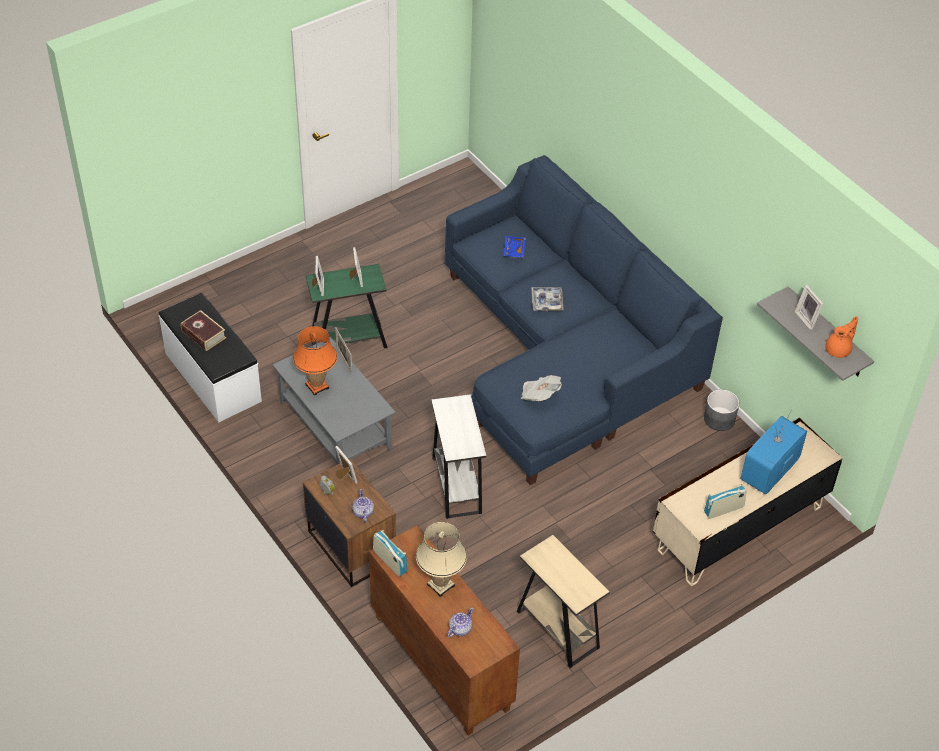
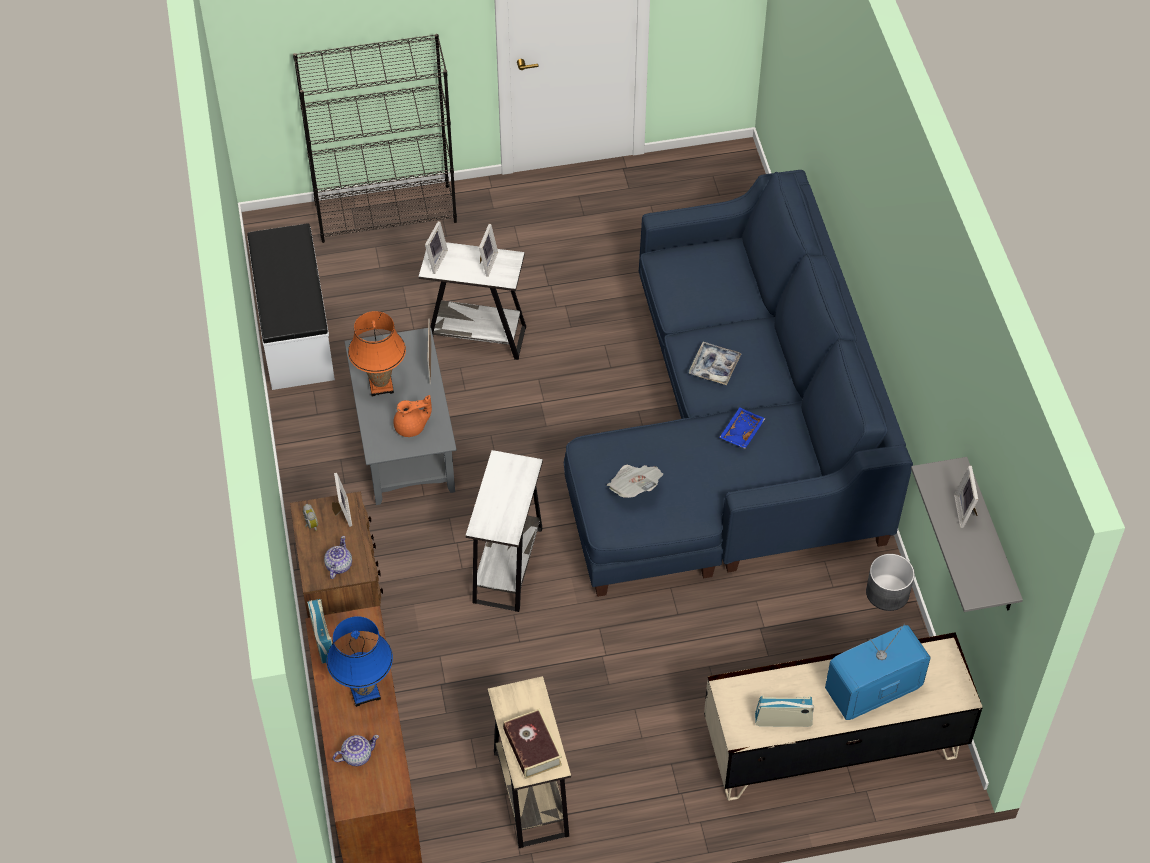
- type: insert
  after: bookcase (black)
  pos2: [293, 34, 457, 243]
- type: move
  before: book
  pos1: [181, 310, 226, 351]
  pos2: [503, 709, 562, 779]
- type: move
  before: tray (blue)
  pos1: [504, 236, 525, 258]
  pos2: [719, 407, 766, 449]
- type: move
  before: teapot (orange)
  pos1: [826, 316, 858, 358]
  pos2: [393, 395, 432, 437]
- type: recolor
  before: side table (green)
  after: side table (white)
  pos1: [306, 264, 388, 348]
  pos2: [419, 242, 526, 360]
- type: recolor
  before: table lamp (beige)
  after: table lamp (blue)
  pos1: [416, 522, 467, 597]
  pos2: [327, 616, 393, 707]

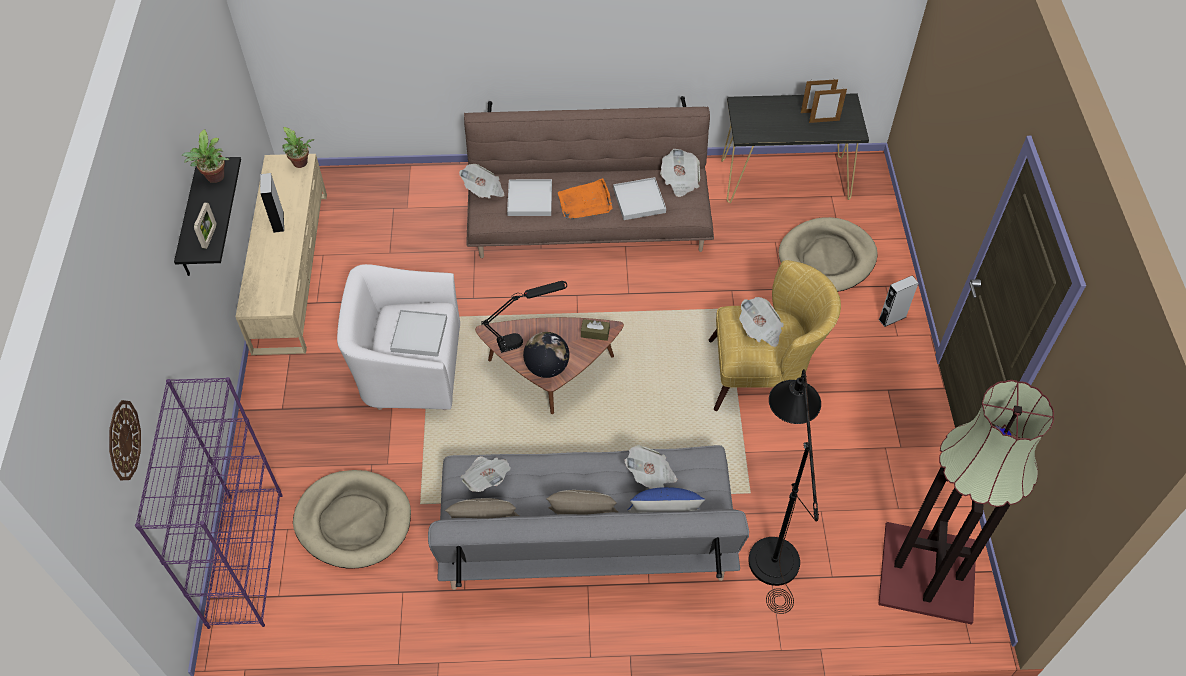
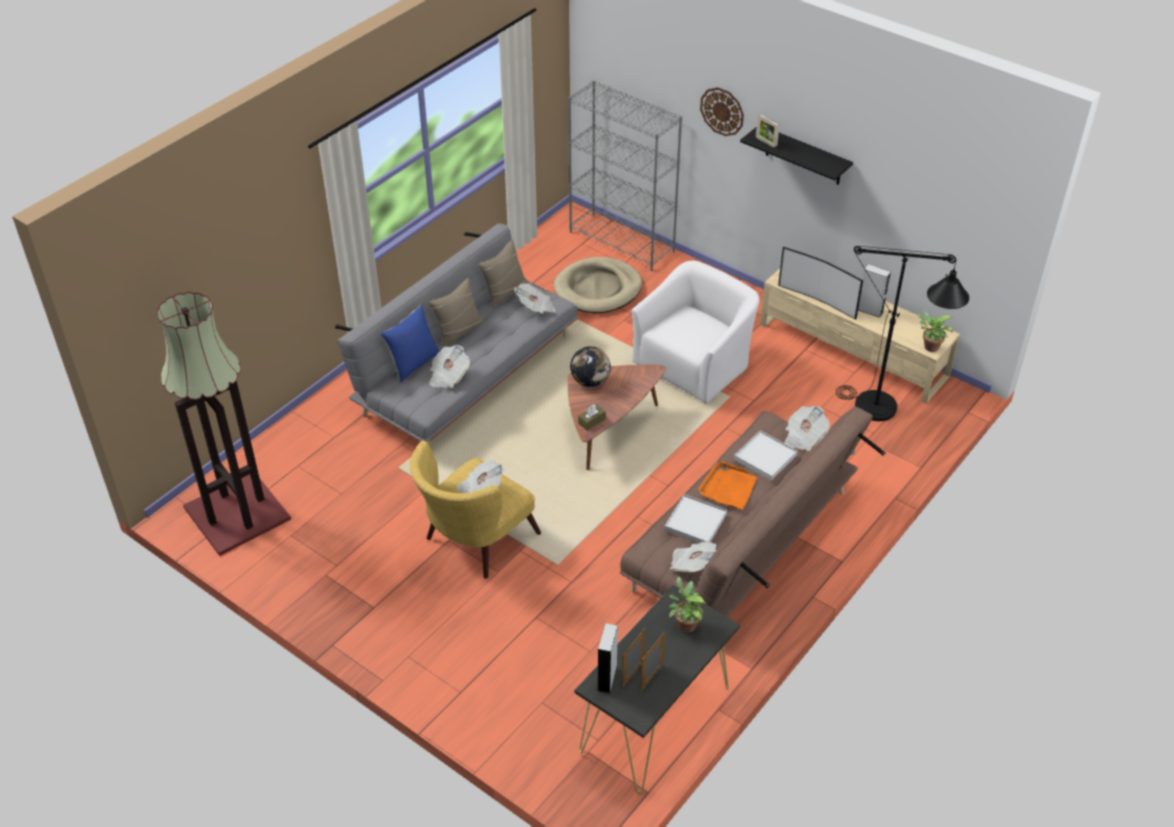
- type: delete
  before: tray (white)
  pos1: [390, 310, 447, 357]
- type: delete
  before: table lamp (black)
  pos1: [481, 281, 567, 353]
- type: delete
  before: dog bed (beige)
  pos1: [779, 217, 878, 292]
- type: insert
  after: television
  pos2: [778, 247, 863, 320]
- type: move
  before: wall clock
  pos1: [109, 400, 141, 480]
  pos2: [700, 87, 744, 136]
- type: move
  before: potted plant
  pos1: [181, 129, 229, 183]
  pos2: [669, 577, 706, 632]
- type: move
  before: floor lamp (black)
  pos1: [748, 369, 821, 614]
  pos2: [836, 246, 969, 421]
- type: move
  before: speaker (grey)
  pos1: [878, 276, 919, 327]
  pos2: [597, 623, 618, 694]
- type: recolor
  before: bookcase (purple)
  after: bookcase (grey)
  pos1: [135, 377, 283, 629]
  pos2: [568, 81, 682, 271]

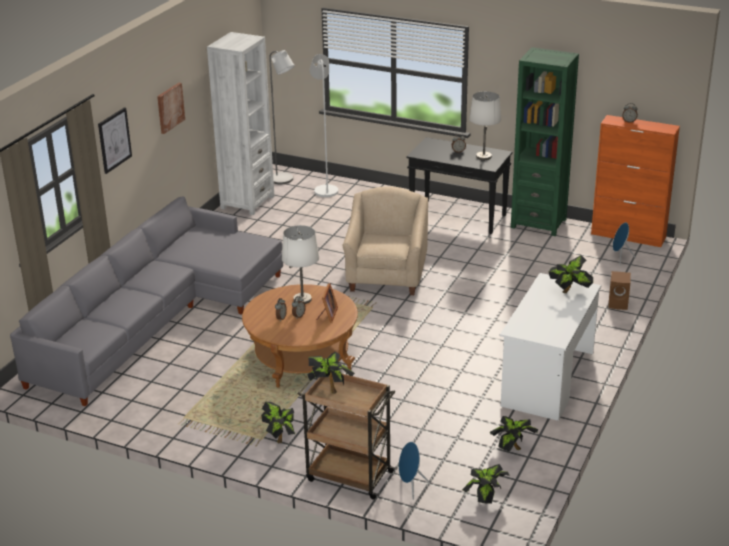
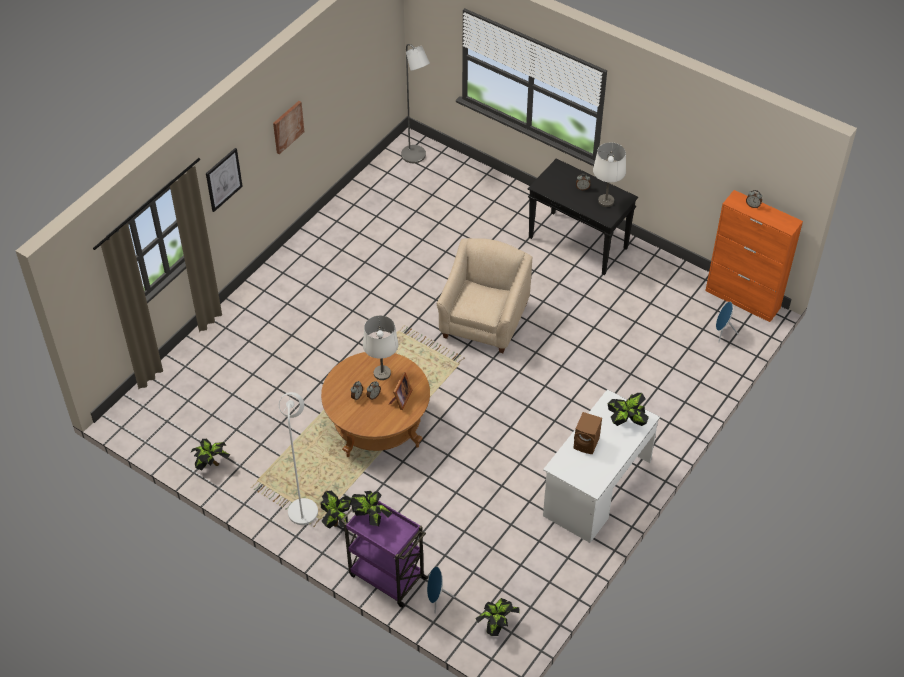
- type: delete
  before: sofa (grey)
  pos1: [10, 197, 283, 406]
- type: delete
  before: bookcase (white)
  pos1: [207, 32, 275, 215]
- type: delete
  before: bookcase (green)
  pos1: [511, 47, 579, 236]
- type: move
  before: floor lamp (white)
  pos1: [310, 54, 338, 197]
  pos2: [279, 392, 318, 525]
- type: move
  before: potted plant
  pos1: [490, 416, 538, 452]
  pos2: [191, 439, 230, 471]
- type: move
  before: speaker (brown)
  pos1: [608, 271, 631, 310]
  pos2: [573, 412, 602, 454]
- type: recolor
  before: cart (brown)
  after: cart (purple)
  pos1: [297, 374, 397, 500]
  pos2: [341, 501, 429, 608]

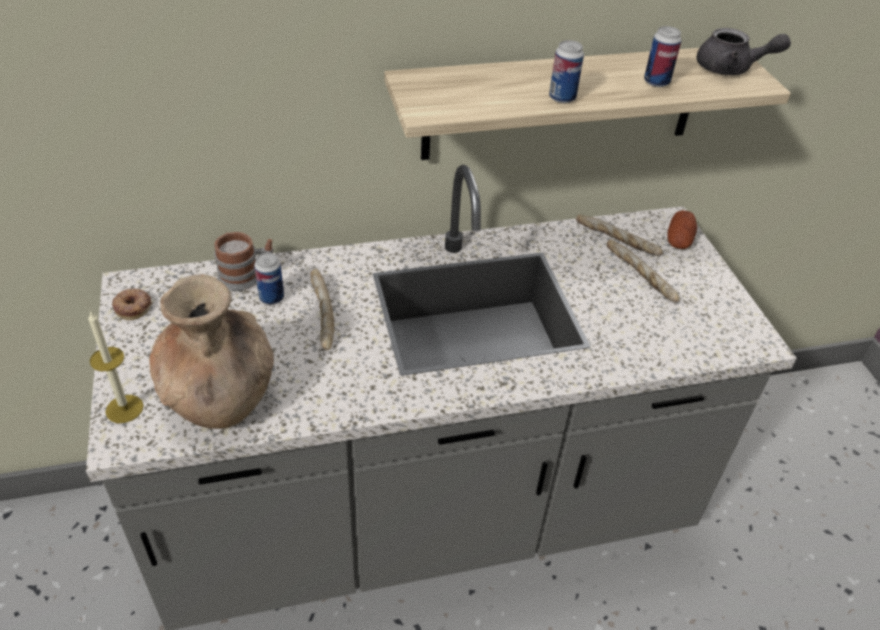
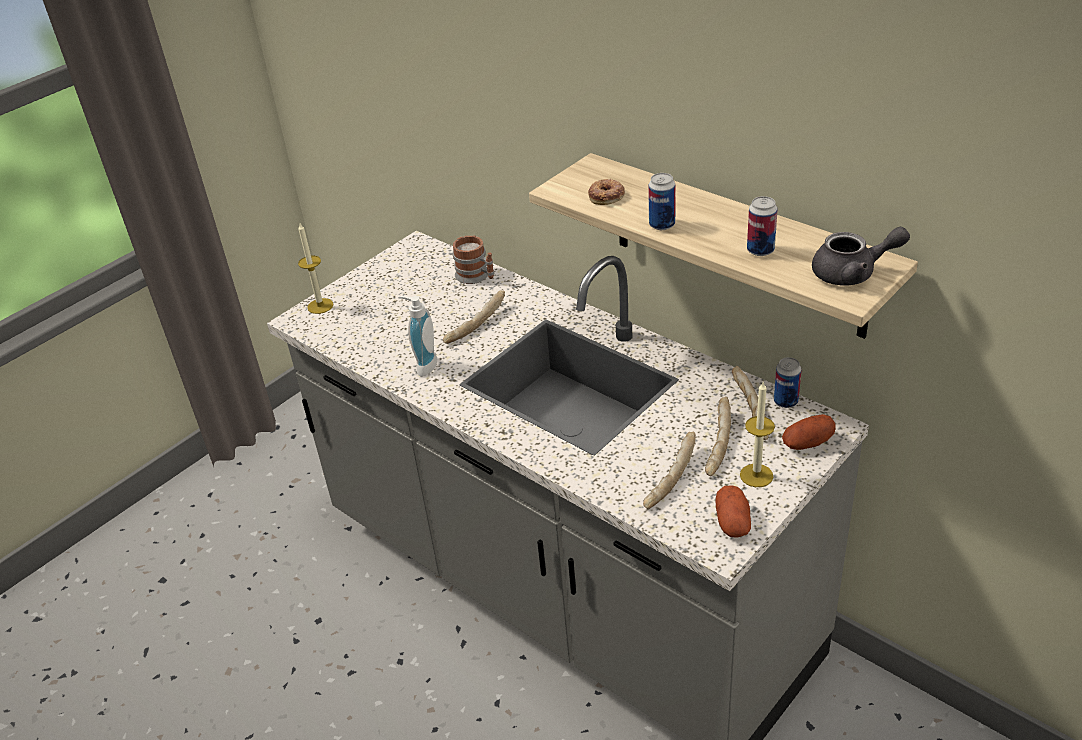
- type: delete
  before: vase (brown)
  pos1: [149, 274, 274, 429]
- type: insert
  after: soap dispenser
  pos2: [398, 296, 437, 377]
- type: insert
  after: bread
  pos2: [643, 432, 696, 509]
- type: insert
  after: potato
  pos2: [716, 485, 751, 538]
- type: insert
  after: candle
  pos2: [740, 382, 775, 487]
- type: move
  before: donut
  pos1: [112, 288, 152, 320]
  pos2: [588, 179, 625, 205]
- type: move
  before: can
  pos1: [254, 253, 284, 305]
  pos2: [774, 357, 801, 408]
- type: rotate
  before: teapot (grey)
  pos1: [696, 28, 791, 75]
  pos2: [812, 227, 910, 286]
  turn: -75

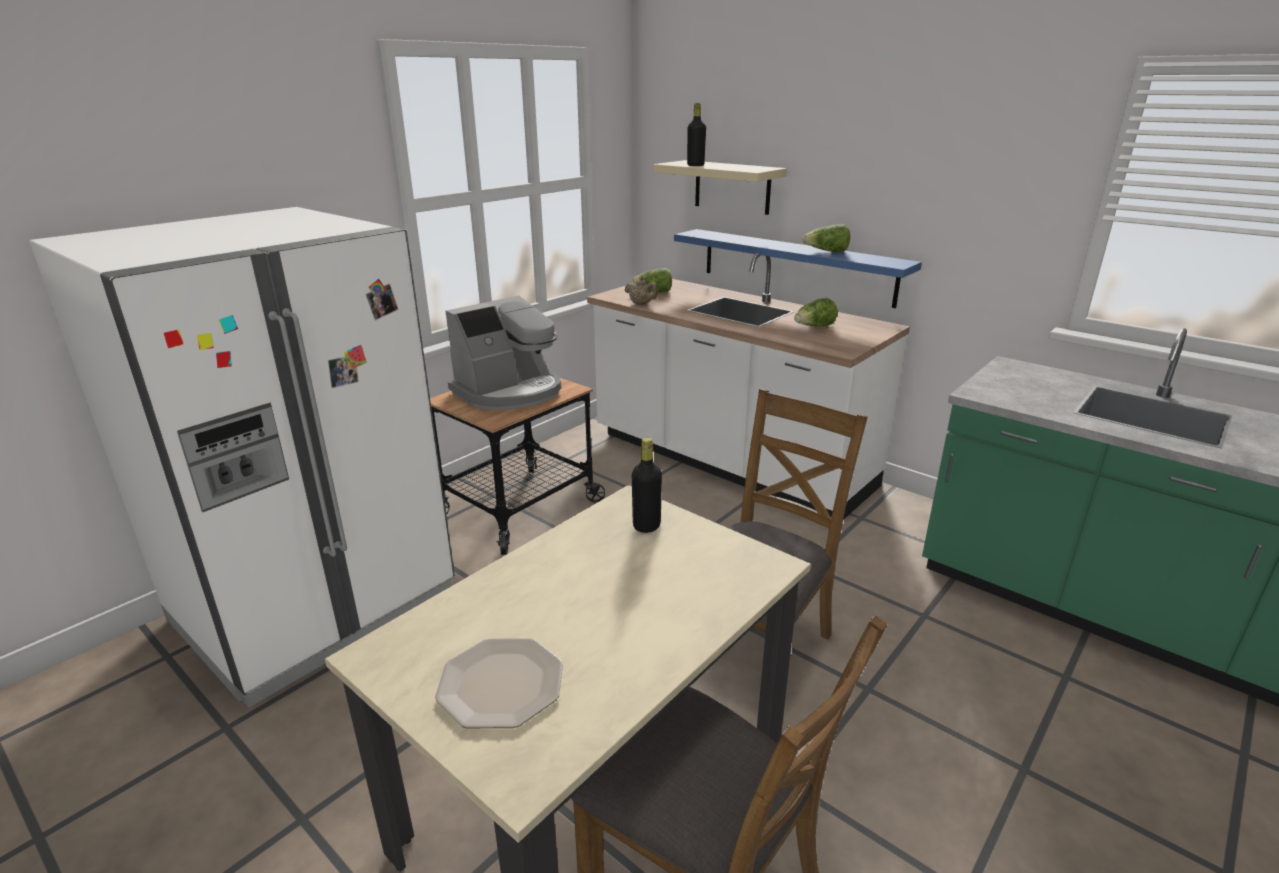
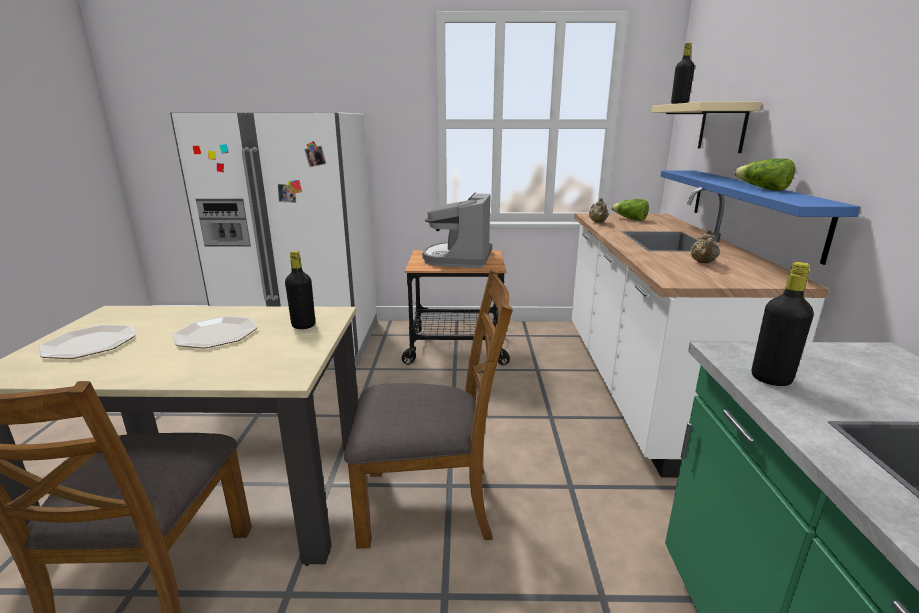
- type: insert
  after: plate
  pos2: [173, 316, 257, 348]
- type: insert
  after: bottle (black)
  pos2: [752, 262, 814, 386]
- type: replace
  before: lettuce
  after: teapot (beige)
  pos1: [794, 298, 838, 326]
  pos2: [690, 230, 720, 264]
- type: rotate
  before: coffee machine
  pos1: [445, 296, 561, 411]
  pos2: [422, 192, 492, 268]
  turn: 90

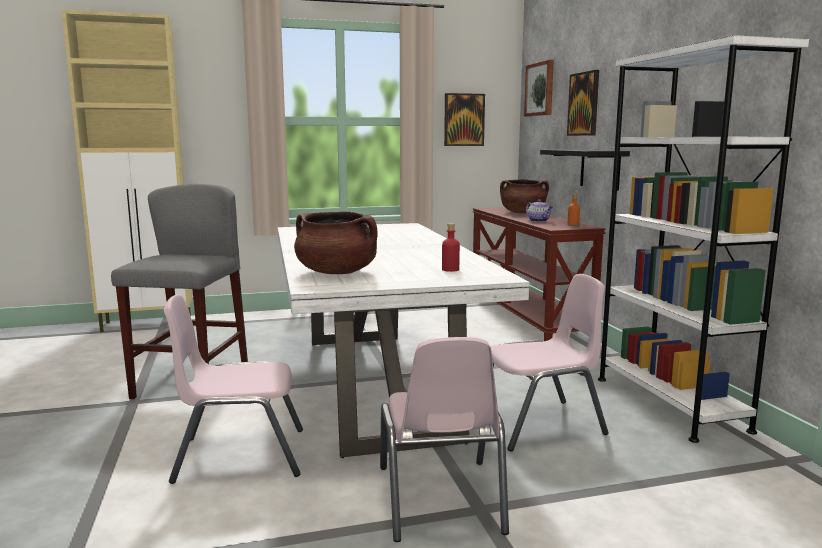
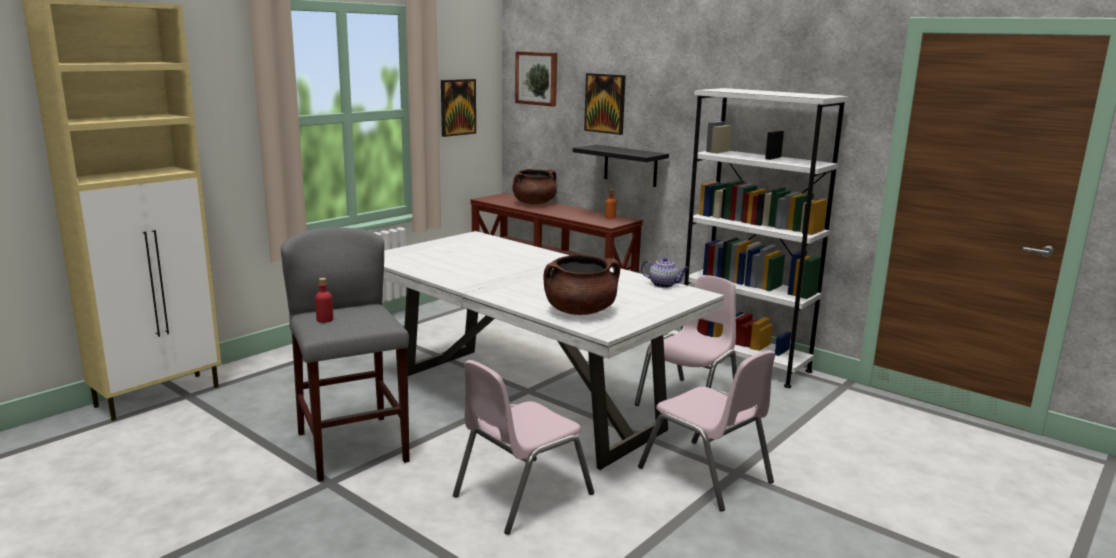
- type: move
  before: bottle (red)
  pos1: [442, 223, 460, 272]
  pos2: [315, 278, 333, 323]
- type: move
  before: teapot
  pos1: [526, 199, 553, 222]
  pos2: [641, 257, 688, 288]

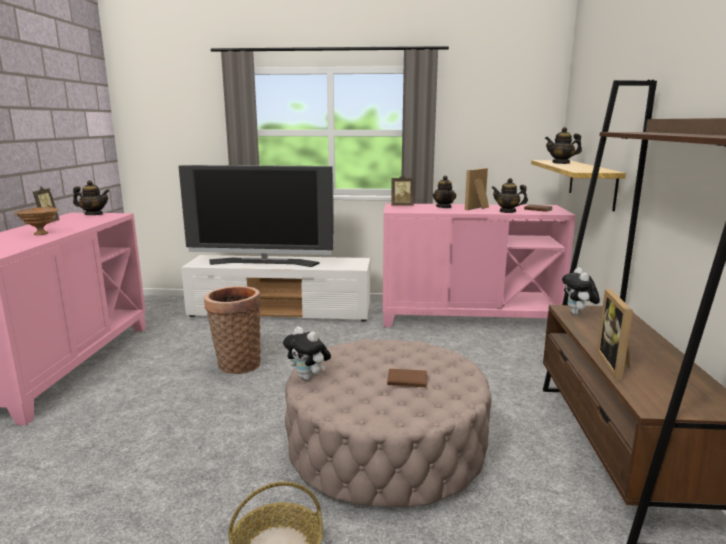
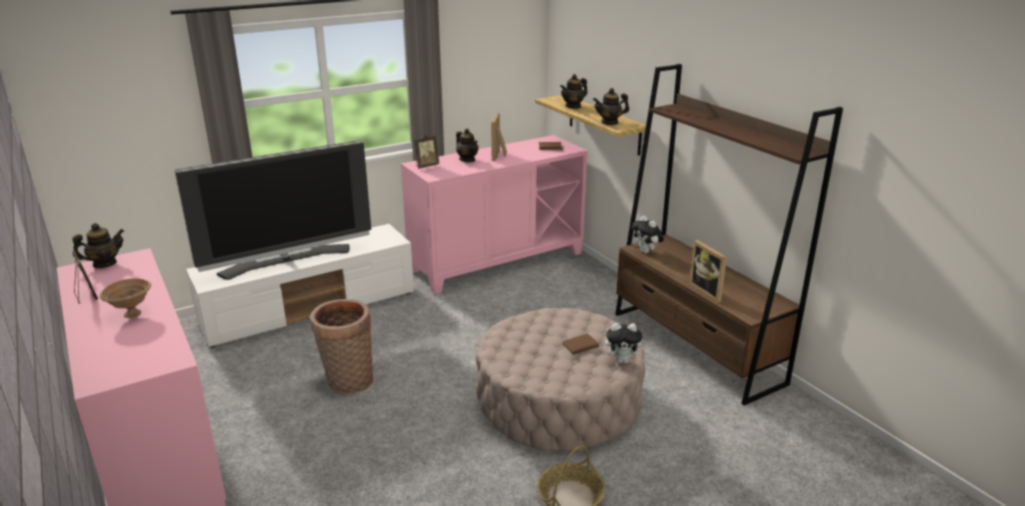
- type: move
  before: plush toy
  pos1: [283, 326, 331, 380]
  pos2: [605, 323, 646, 364]
- type: move
  before: teapot
  pos1: [492, 178, 528, 213]
  pos2: [593, 88, 629, 125]

